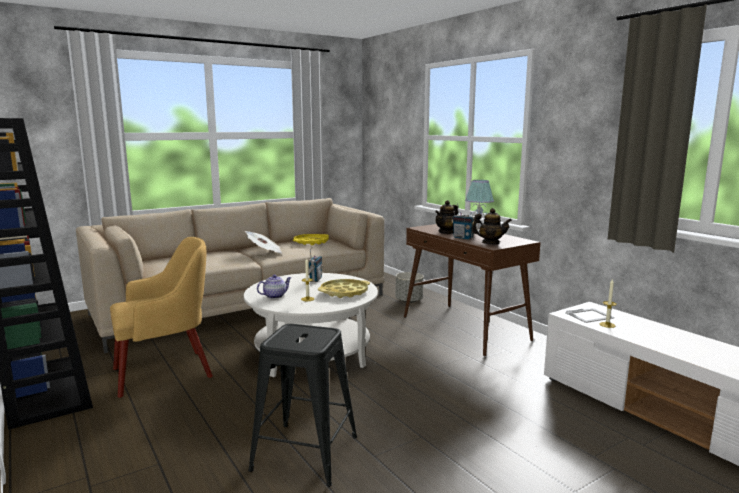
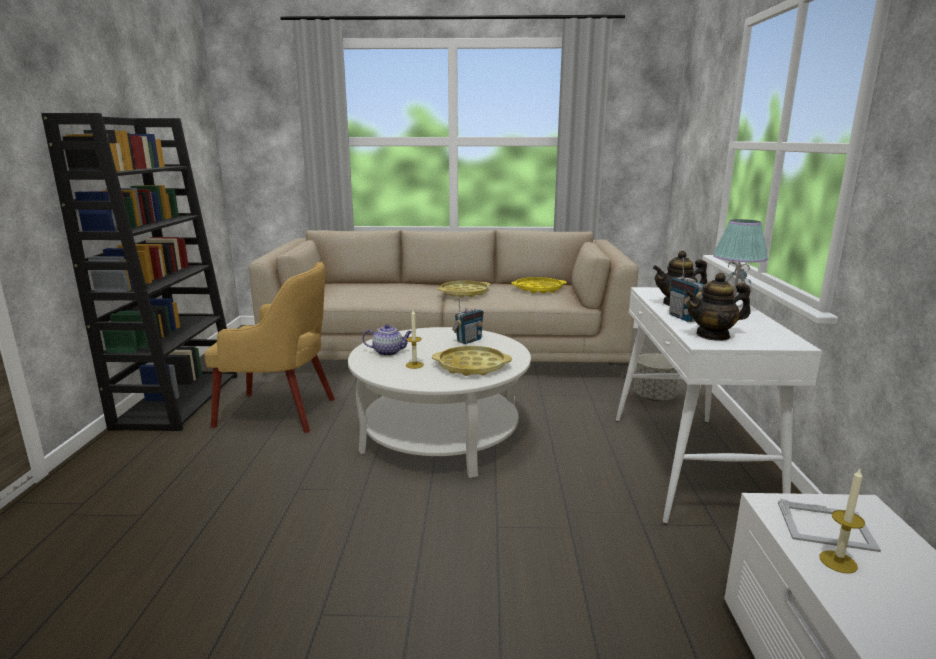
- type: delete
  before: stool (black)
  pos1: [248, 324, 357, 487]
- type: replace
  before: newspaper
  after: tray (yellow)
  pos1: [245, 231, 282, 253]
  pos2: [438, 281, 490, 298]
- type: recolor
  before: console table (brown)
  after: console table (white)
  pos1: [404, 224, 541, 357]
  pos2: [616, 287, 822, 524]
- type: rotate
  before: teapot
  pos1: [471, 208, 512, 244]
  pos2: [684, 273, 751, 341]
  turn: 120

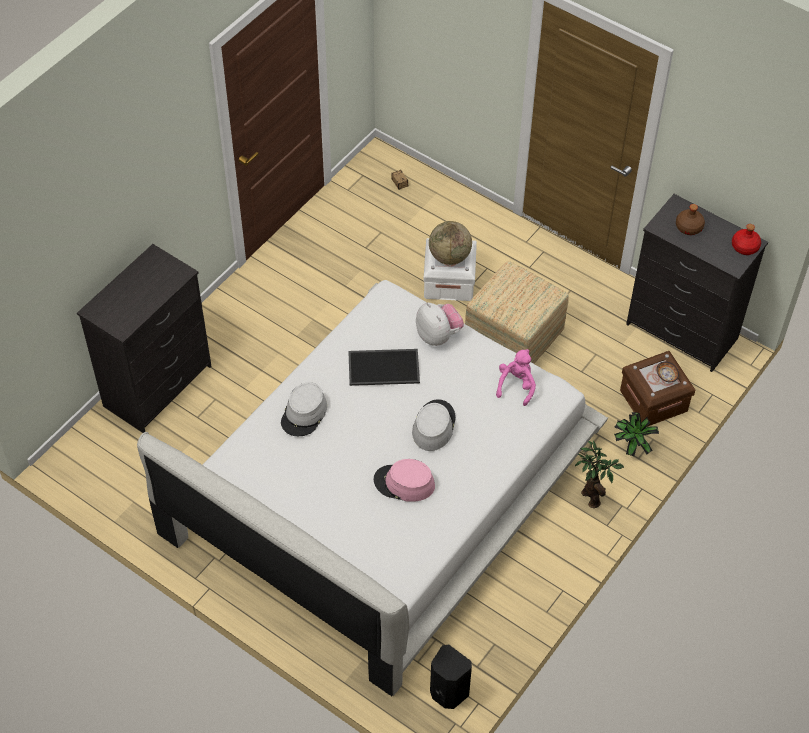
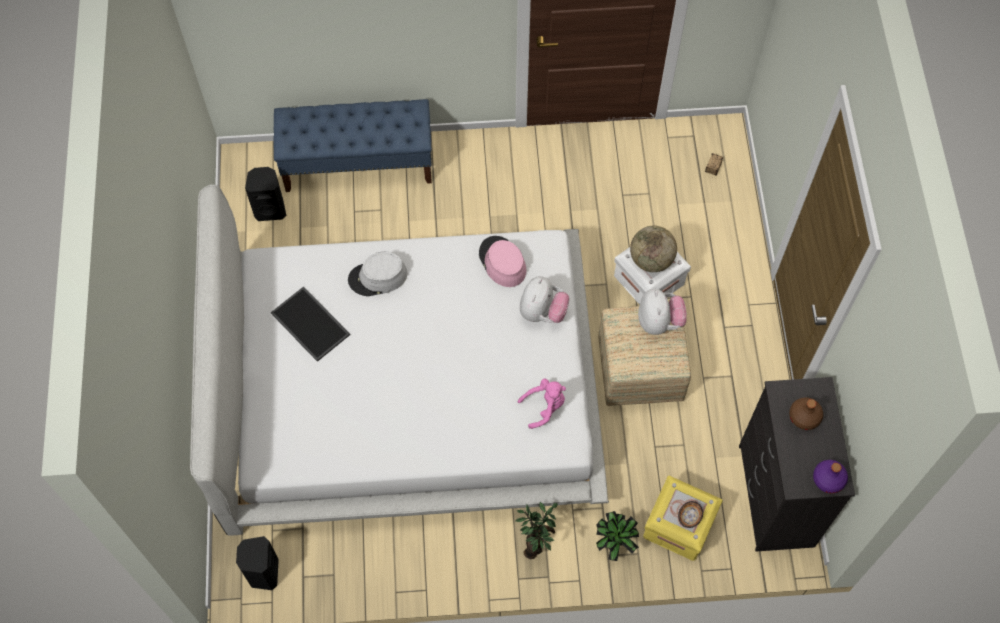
- type: delete
  before: hat (grey)
  pos1: [412, 399, 456, 451]
- type: insert
  after: speaker (black)
  pos2: [245, 167, 286, 221]
- type: insert
  after: plush toy
  pos2: [638, 289, 687, 335]
- type: move
  before: tray
  pos1: [348, 349, 420, 386]
  pos2: [271, 286, 350, 362]
- type: move
  before: hat (pink)
  pos1: [373, 459, 435, 502]
  pos2: [479, 236, 527, 287]
- type: replace
  before: dresser (black)
  after: bench (blue)
  pos1: [77, 244, 211, 433]
  pos2: [274, 99, 432, 192]
- type: recolor
  before: storage box (brown)
  after: storage box (yellow)
  pos1: [620, 351, 695, 427]
  pos2: [643, 476, 723, 561]
- type: recolor
  before: bottle (red)
  after: bottle (purple)
  pos1: [732, 224, 761, 255]
  pos2: [813, 460, 848, 493]

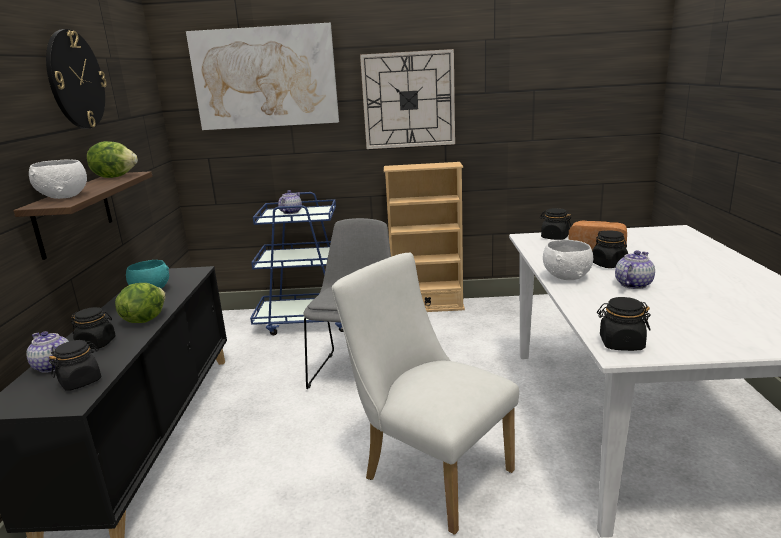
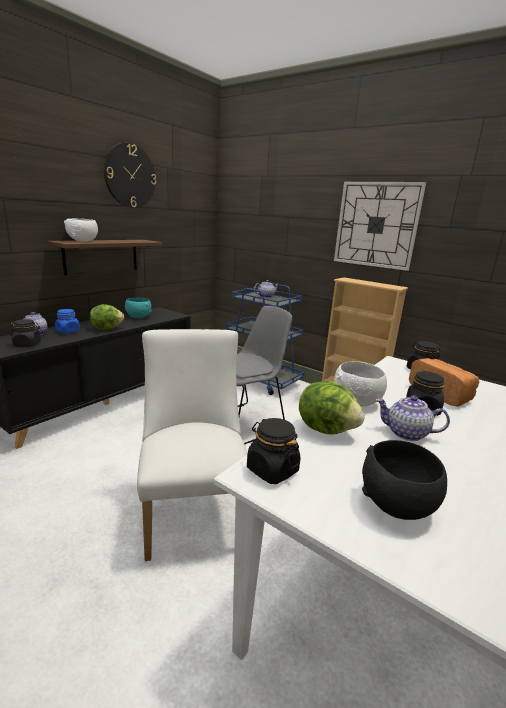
- type: delete
  before: picture
  pos1: [186, 23, 339, 130]
- type: insert
  after: bowl (black)
  pos2: [362, 440, 447, 520]
- type: move
  before: lettuce
  pos1: [87, 141, 138, 178]
  pos2: [299, 381, 365, 435]
- type: recolor
  before: jar (black)
  after: jar (blue)
  pos1: [71, 307, 116, 349]
  pos2: [55, 309, 80, 334]
- type: rotate
  before: teapot
  pos1: [615, 250, 655, 289]
  pos2: [376, 395, 450, 441]
  turn: -150

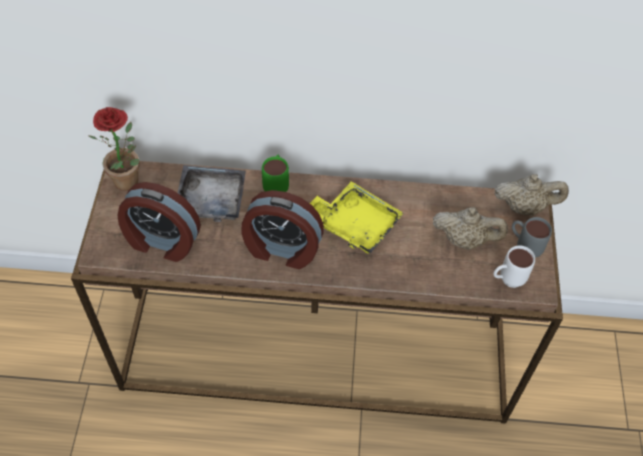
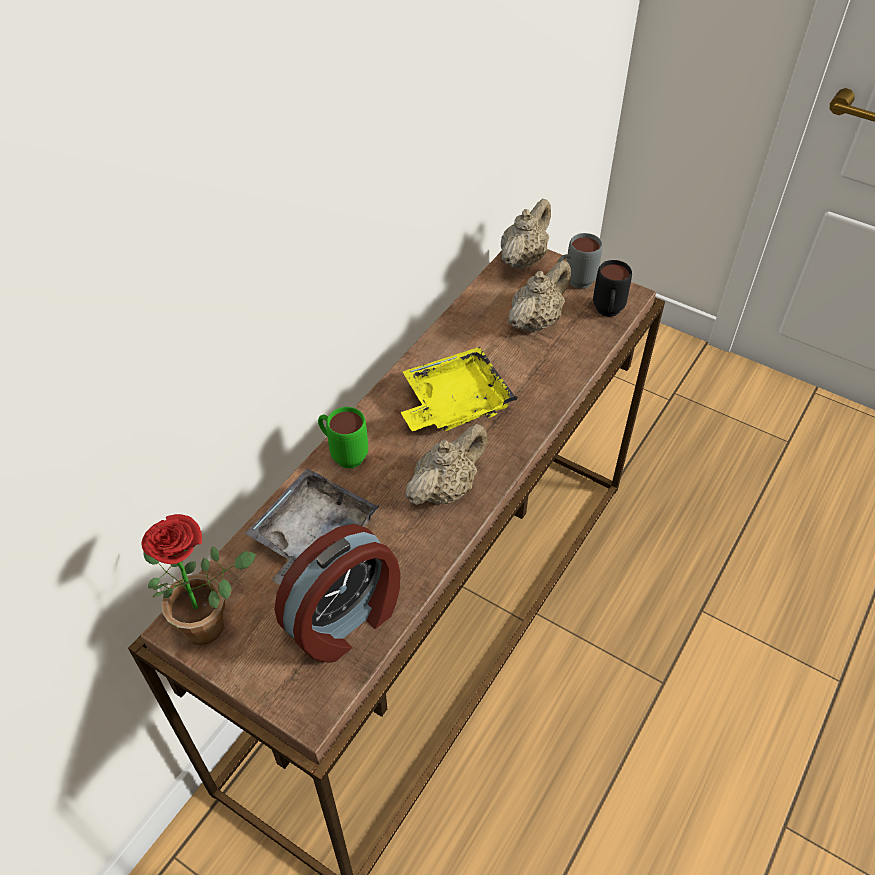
- type: replace
  before: alarm clock
  after: teapot (beige)
  pos1: [242, 190, 323, 269]
  pos2: [405, 424, 488, 505]
- type: recolor
  before: mug (white)
  after: mug (black)
  pos1: [493, 246, 535, 288]
  pos2: [593, 260, 632, 317]

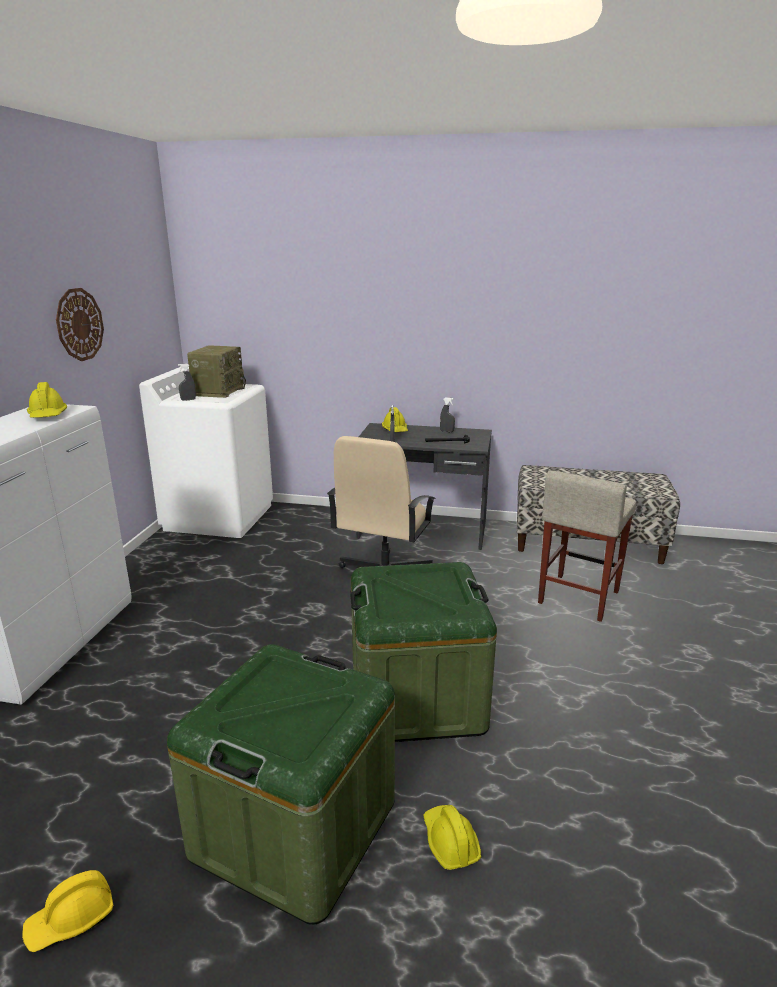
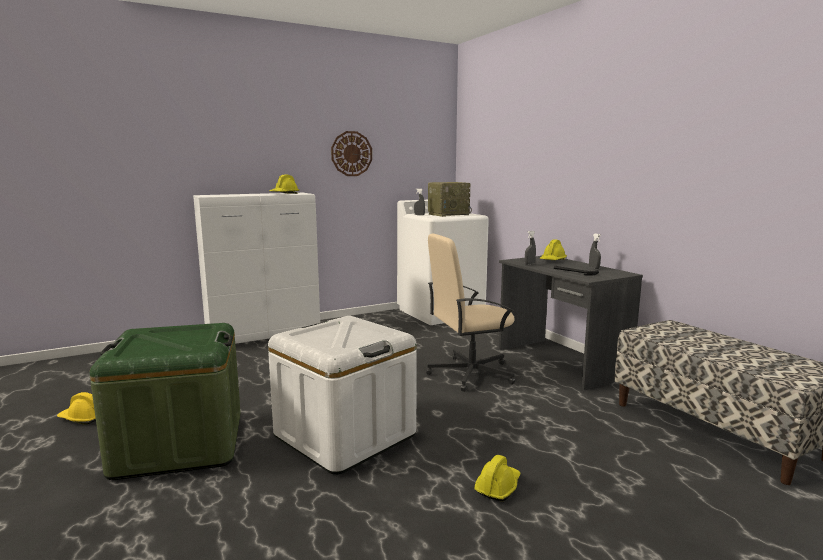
- type: delete
  before: stool (beige)
  pos1: [538, 471, 636, 622]
- type: move
  before: hard hat (yellow)
  pos1: [424, 805, 481, 870]
  pos2: [475, 455, 521, 501]
- type: recolor
  before: storage box (green)
  after: storage box (white)
  pos1: [350, 562, 497, 742]
  pos2: [268, 316, 417, 475]

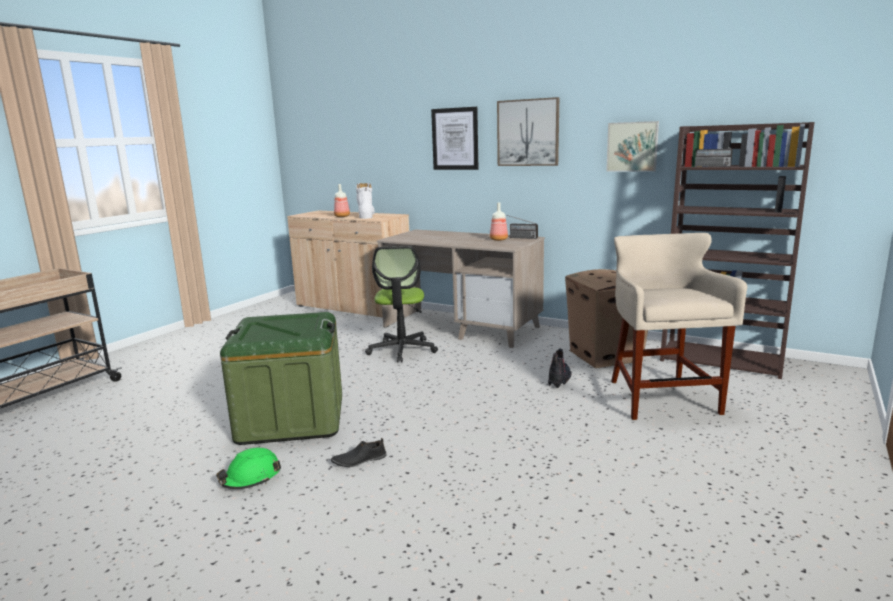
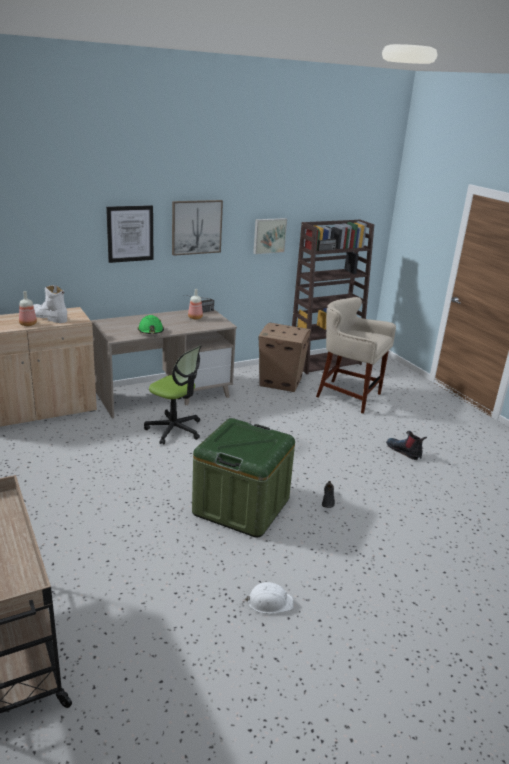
- type: insert
  after: hard hat (white)
  pos2: [245, 582, 294, 614]
- type: move
  before: hard hat (green)
  pos1: [216, 448, 281, 489]
  pos2: [138, 315, 164, 334]
- type: move
  before: boot
  pos1: [548, 348, 571, 388]
  pos2: [386, 431, 427, 460]

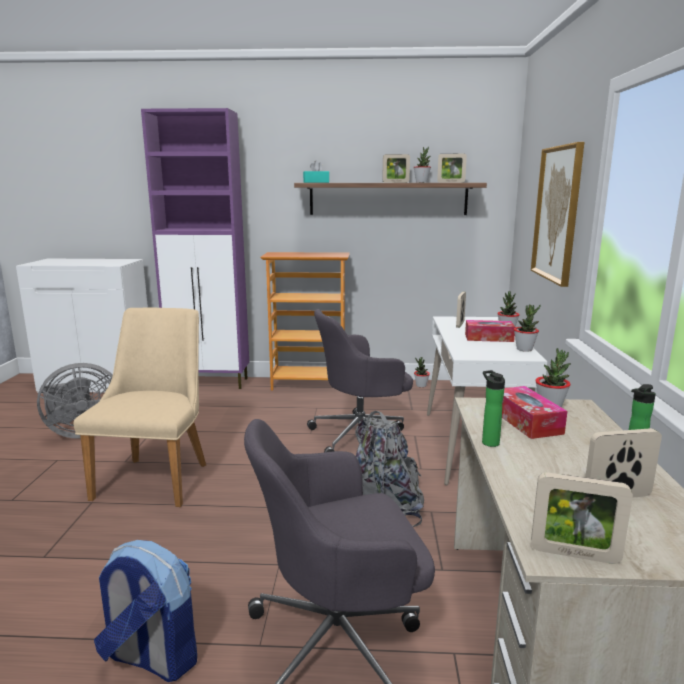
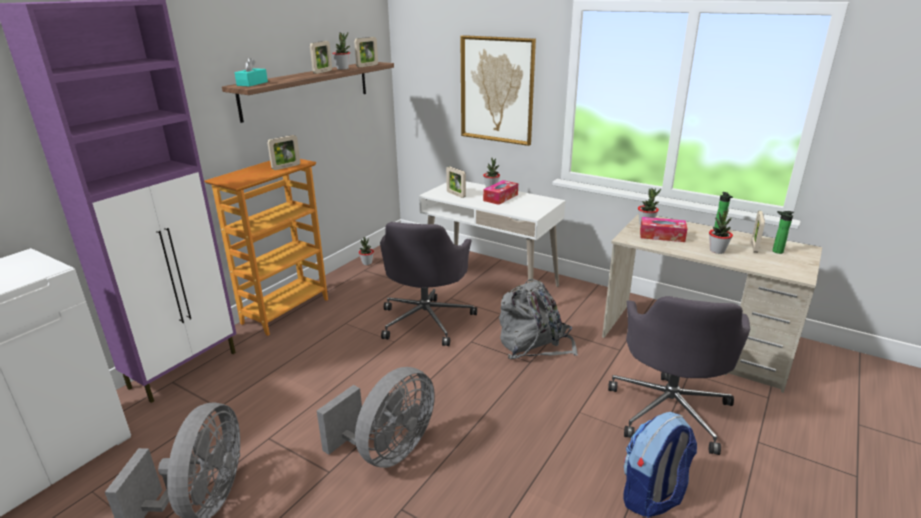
- type: move
  before: bottle
  pos1: [482, 370, 505, 447]
  pos2: [772, 211, 794, 254]
- type: move
  before: potted plant
  pos1: [514, 304, 541, 352]
  pos2: [709, 209, 733, 254]
- type: move
  before: picture frame
  pos1: [531, 473, 633, 564]
  pos2: [267, 135, 300, 170]
- type: replace
  before: chair (beige)
  after: fan (grey)
  pos1: [73, 308, 206, 507]
  pos2: [317, 367, 435, 468]

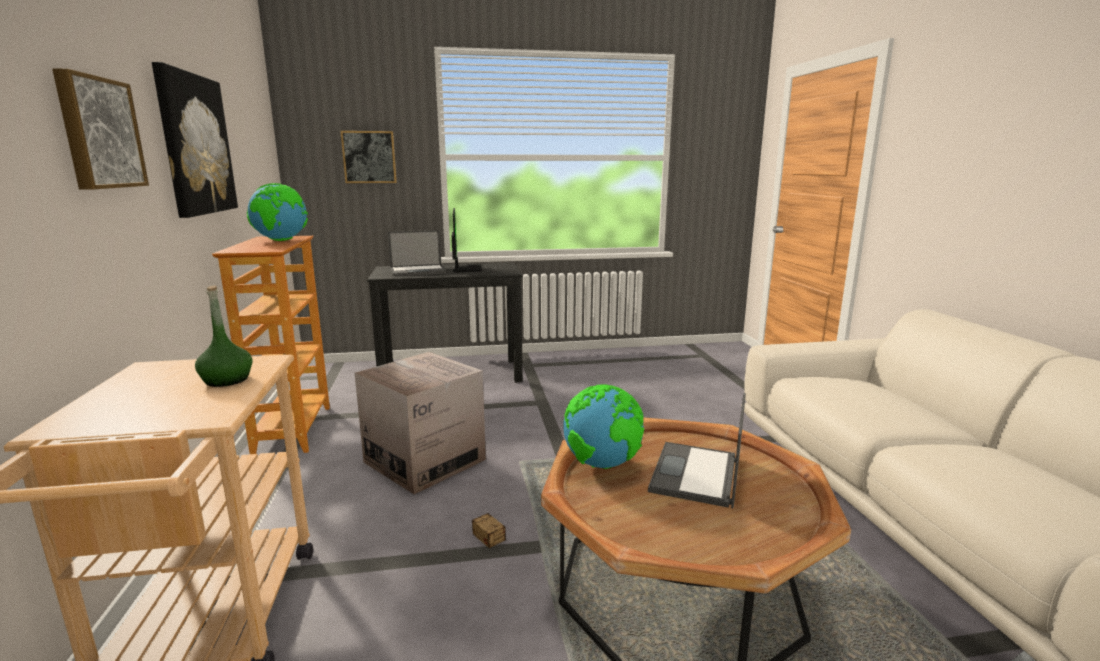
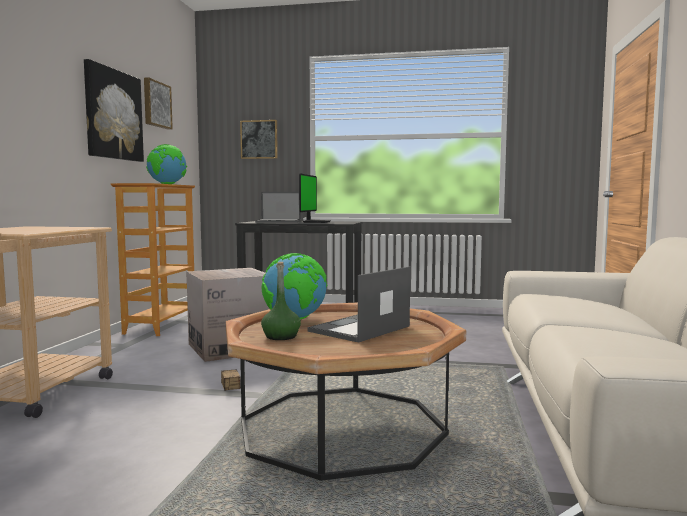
- type: move
  before: picture
  pos1: [52, 68, 149, 190]
  pos2: [144, 77, 173, 130]
- type: move
  before: bottle (green)
  pos1: [195, 286, 253, 387]
  pos2: [261, 262, 301, 340]

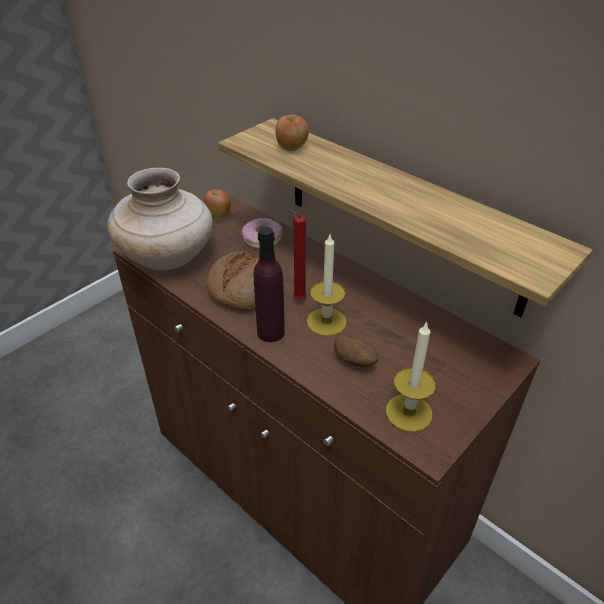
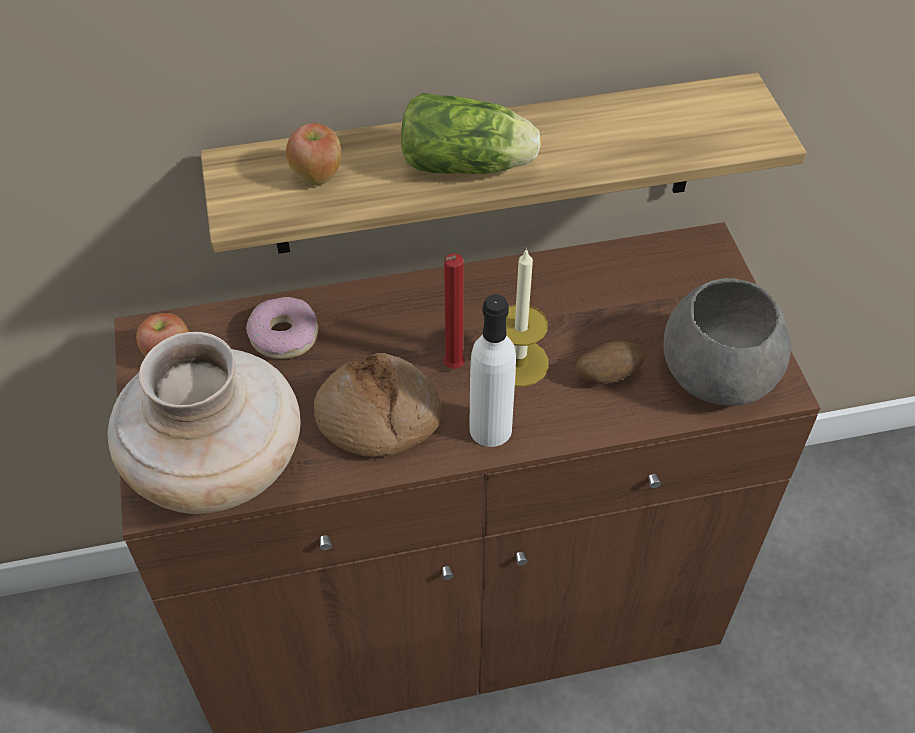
- type: insert
  after: lettuce
  pos2: [401, 93, 541, 174]
- type: replace
  before: candle
  after: bowl (grey)
  pos1: [386, 321, 436, 432]
  pos2: [663, 278, 791, 406]
- type: recolor
  before: bottle (purple)
  after: bottle (white)
  pos1: [254, 227, 285, 342]
  pos2: [469, 294, 516, 447]

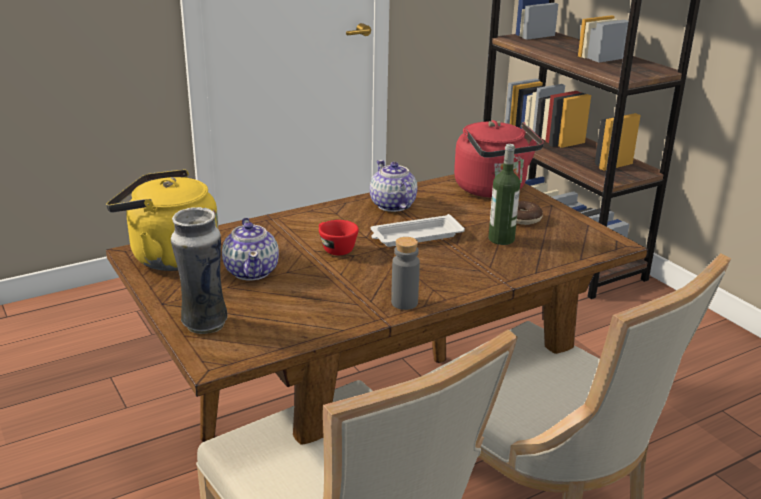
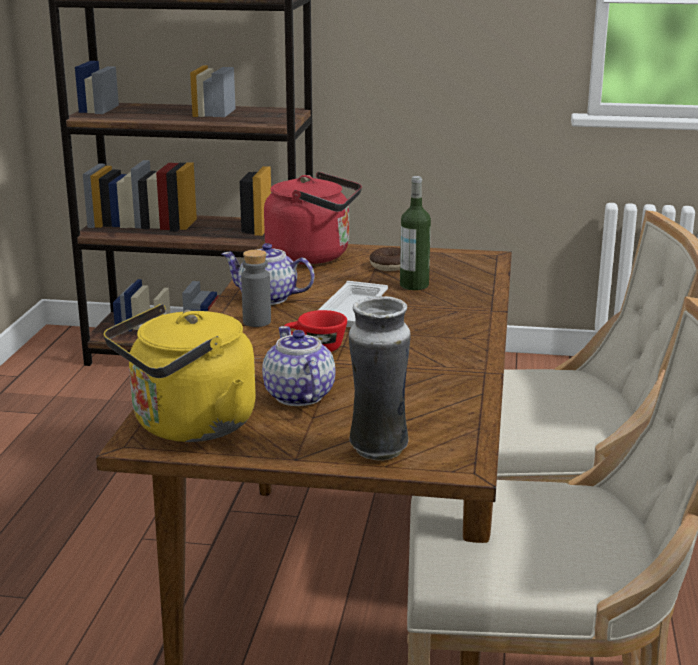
- type: move
  before: bottle (grey)
  pos1: [391, 237, 420, 310]
  pos2: [241, 250, 271, 327]
- type: rotate
  before: teapot
  pos1: [222, 218, 279, 280]
  pos2: [262, 326, 336, 406]
  turn: -135

